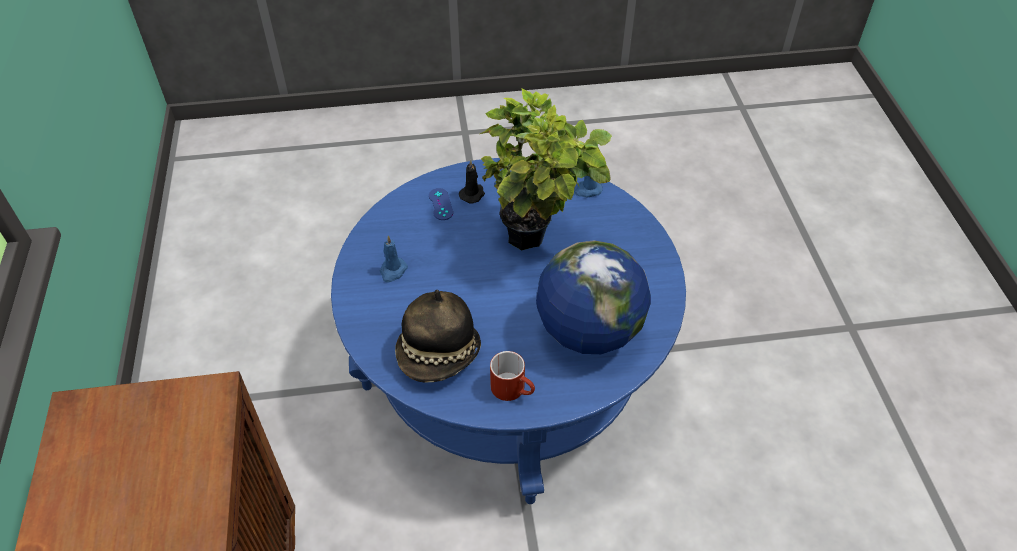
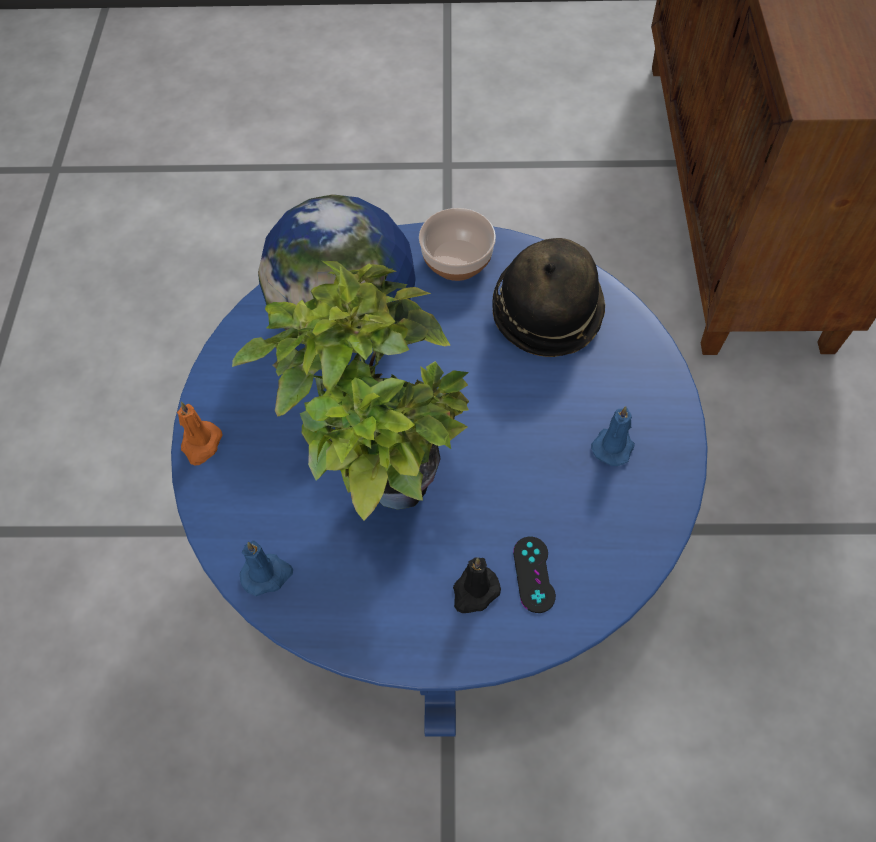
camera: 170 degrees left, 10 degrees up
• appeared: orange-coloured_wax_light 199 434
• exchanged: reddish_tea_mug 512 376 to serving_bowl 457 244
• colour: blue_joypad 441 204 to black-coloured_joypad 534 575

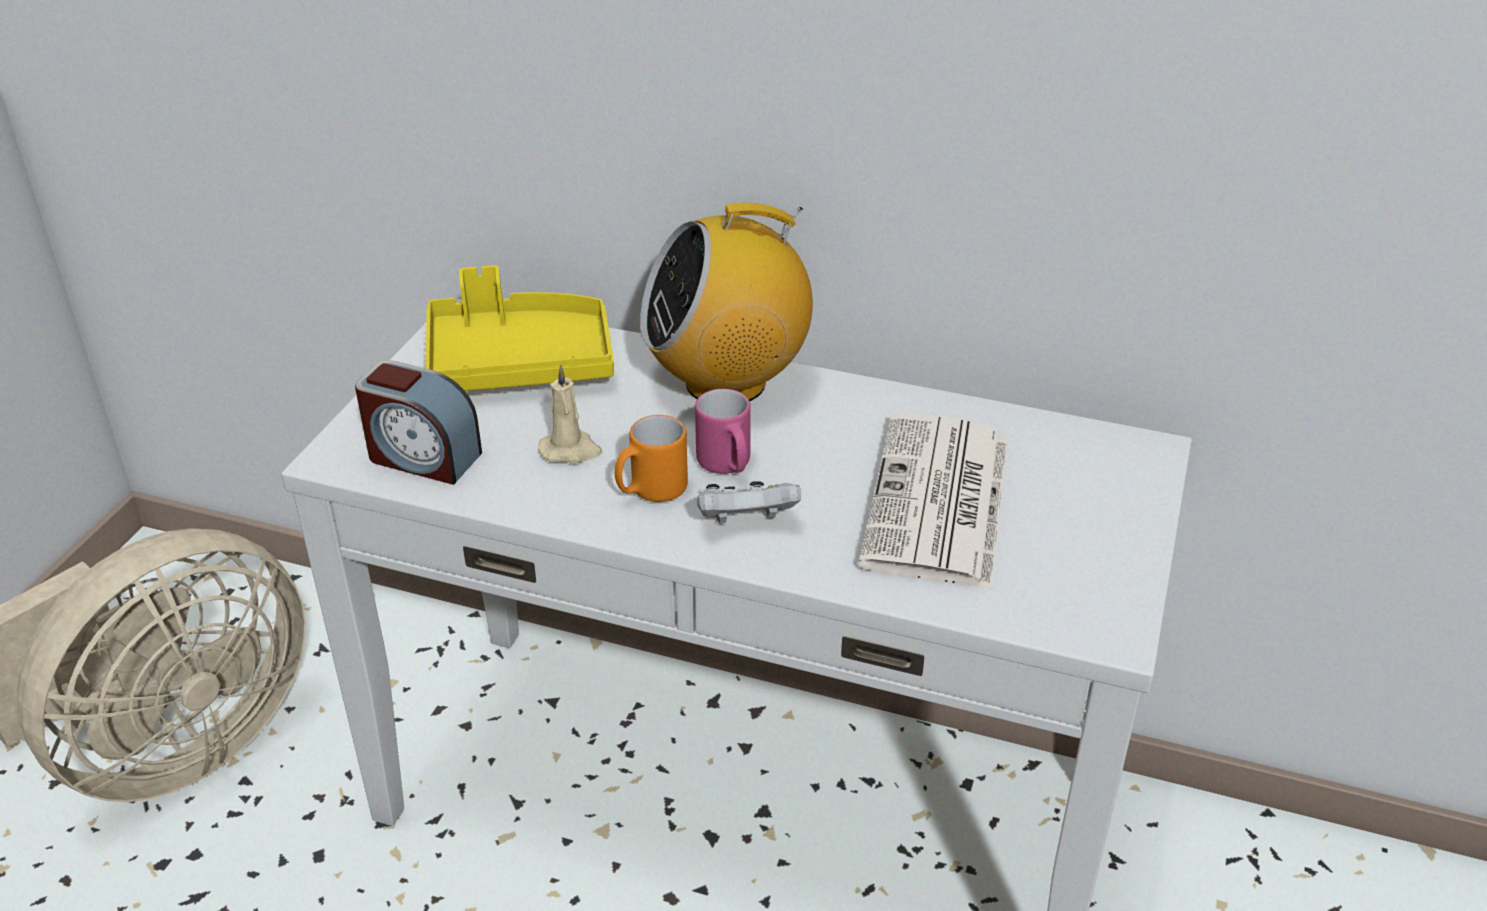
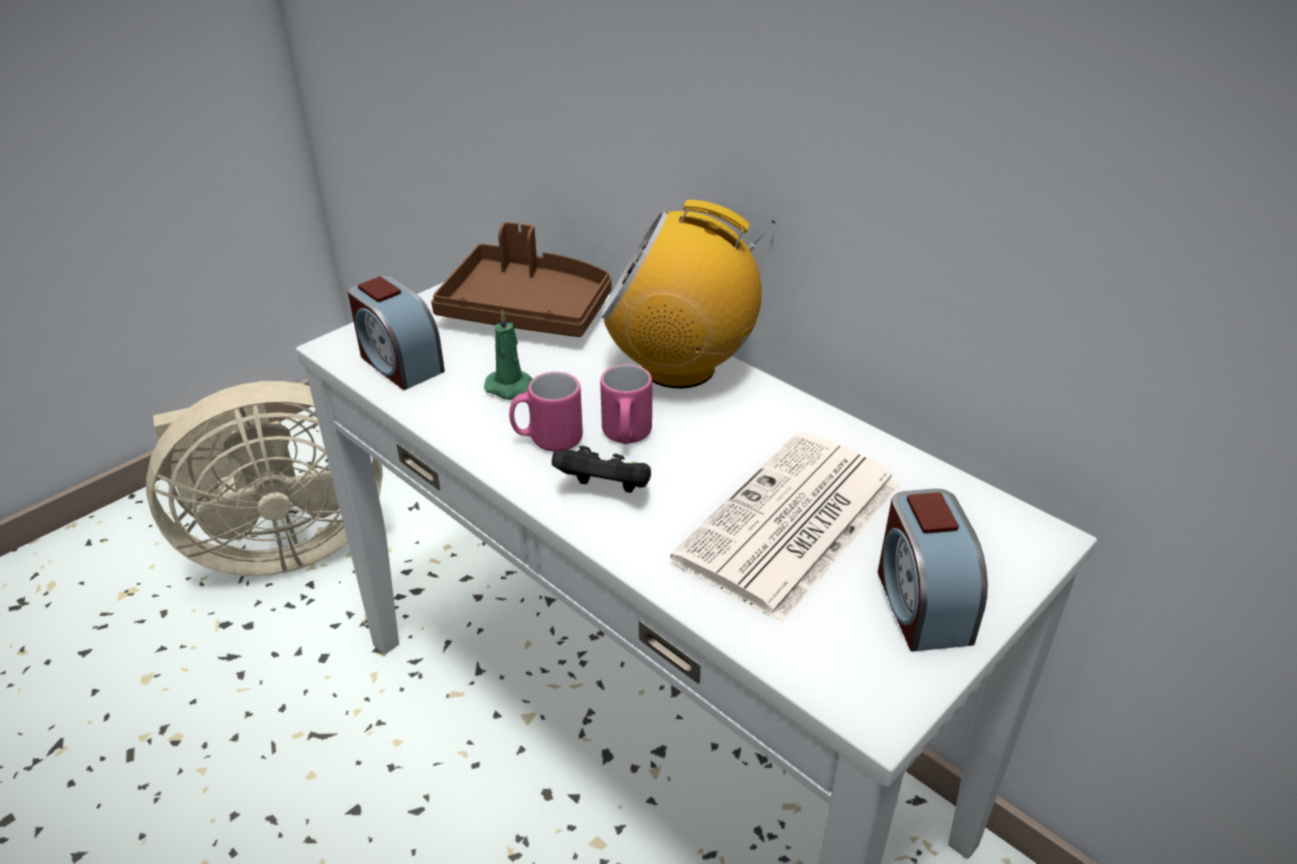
camera: 25 degrees right, 0 degrees up
• appeared: table_clock 933 570
• colour: yellow-coloured_serving_tray 519 328 to brownish_serving_tray 521 279
• colour: beige-coloured_wax_light 570 414 to green-coloured_wax_light 508 354
• colour: orange-coloured_tea_mug 651 458 to pinkish_tea_mug 546 412
• colour: white-coloured_joypad 749 502 to black-coloured_joypad 601 469

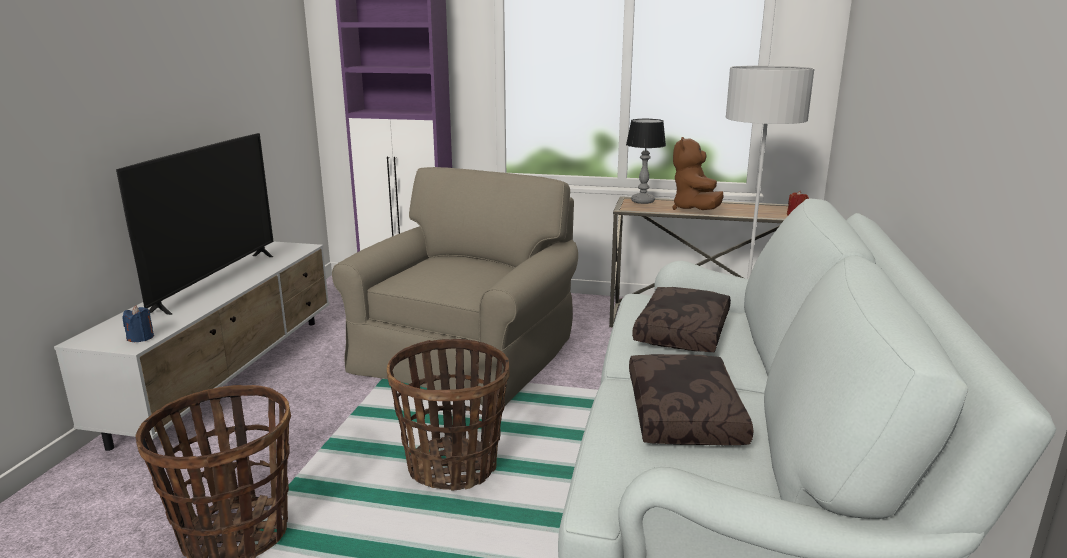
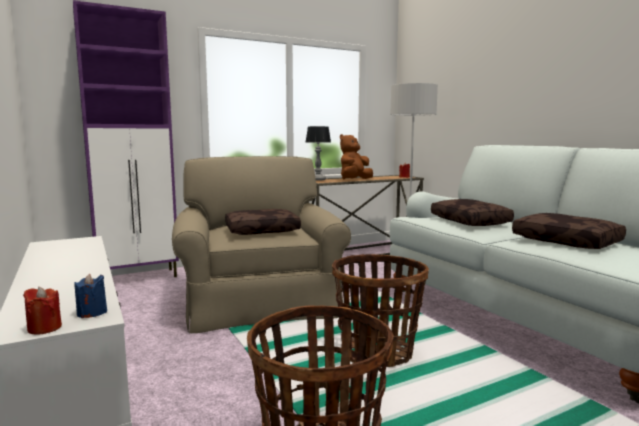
camera: 40 degrees left, 10 degrees down
• missing: TV 195 224
• appeared: reddish_wax_light 42 311
• appeared: brownish_pillow 263 222
• spun: brownish_soft_toy 698 173 = 356 156 75 degrees clockwise

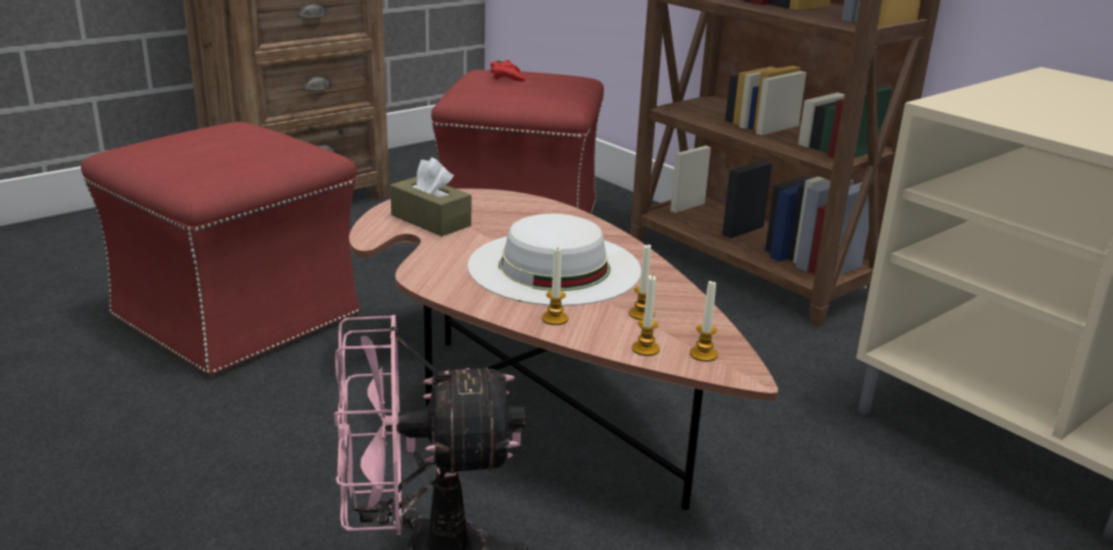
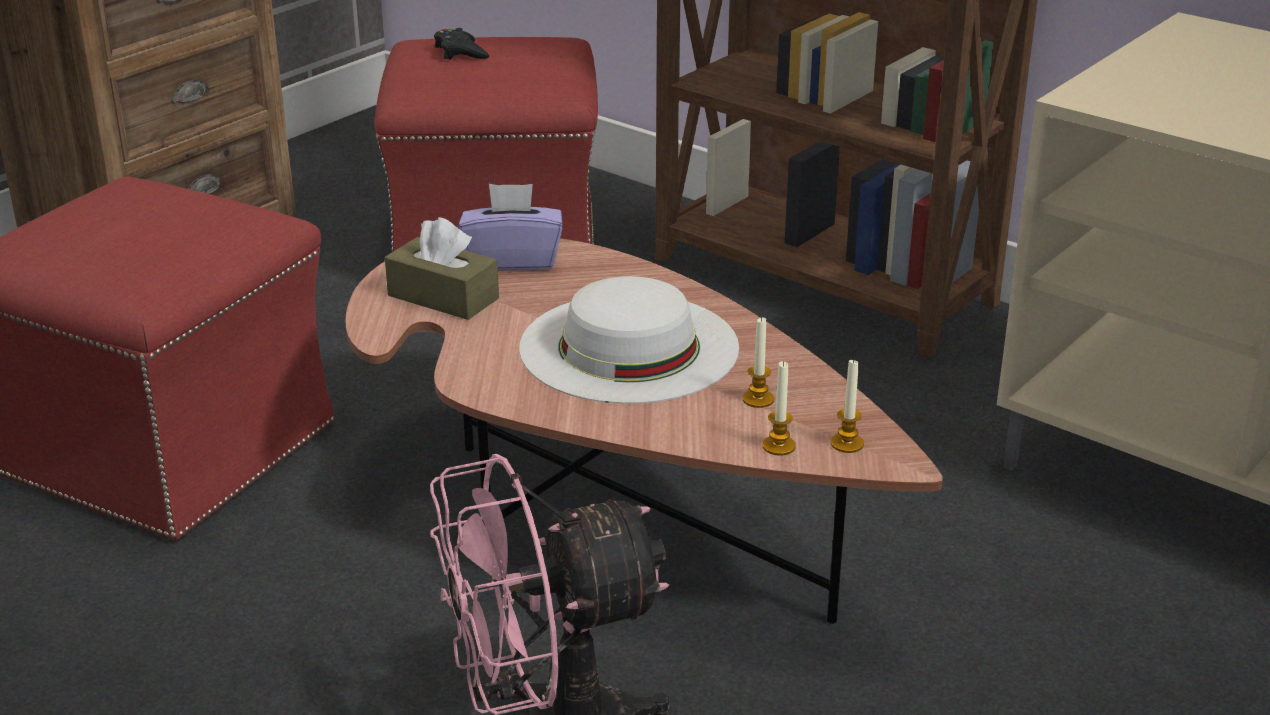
camera: 10 degrees left, 5 degrees up
• missing: wax_light 555 287
• appeared: purplish_tissue_box 510 227
• colour: reddish_joypad 507 71 to black-coloured_joypad 461 44

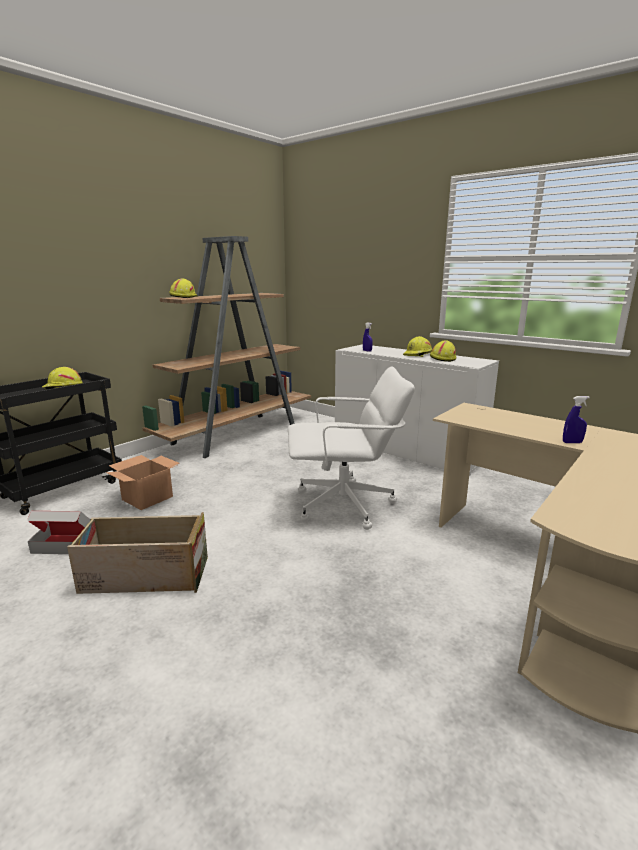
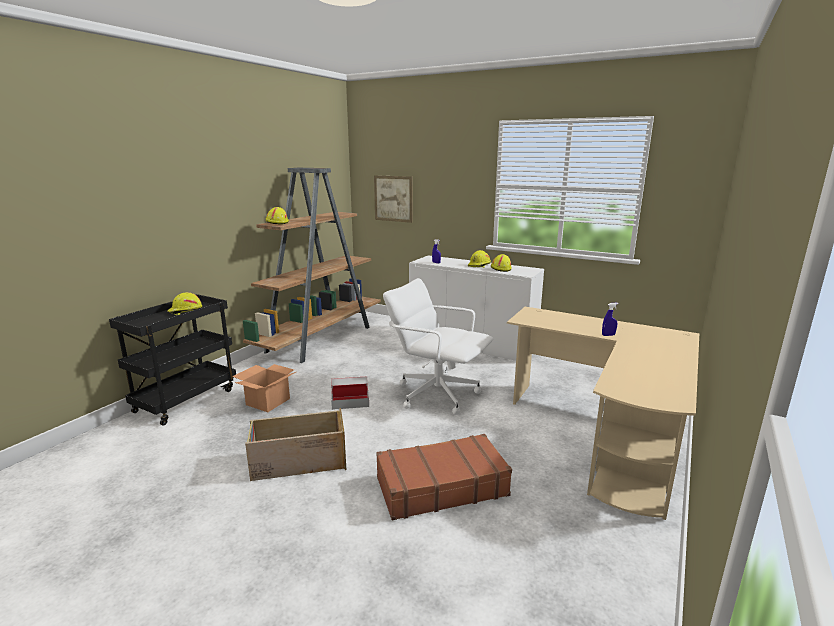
camera: 10 degrees left, 0 degrees up
• appeared: wall_picture 393 199
• appeared: brownish_travel_case 444 477
• relocated: carton 59 532 to 350 393
• spun: white-coloured_computer_chair 351 448 = 438 346 135 degrees counterclockwise

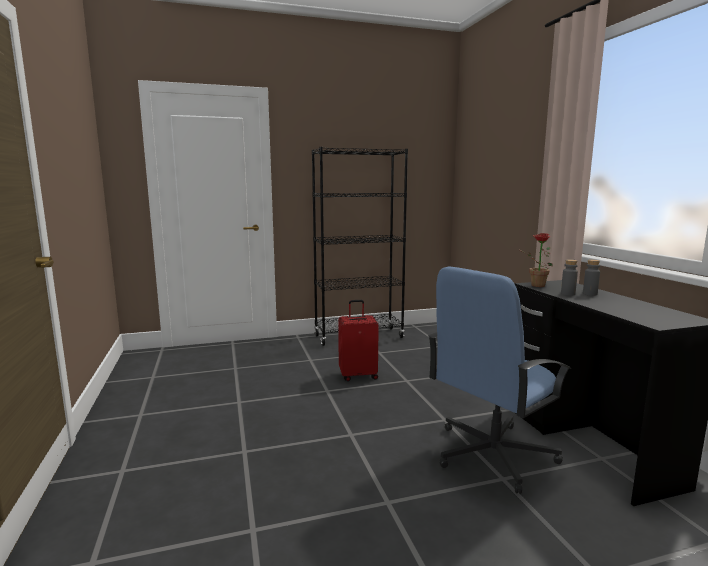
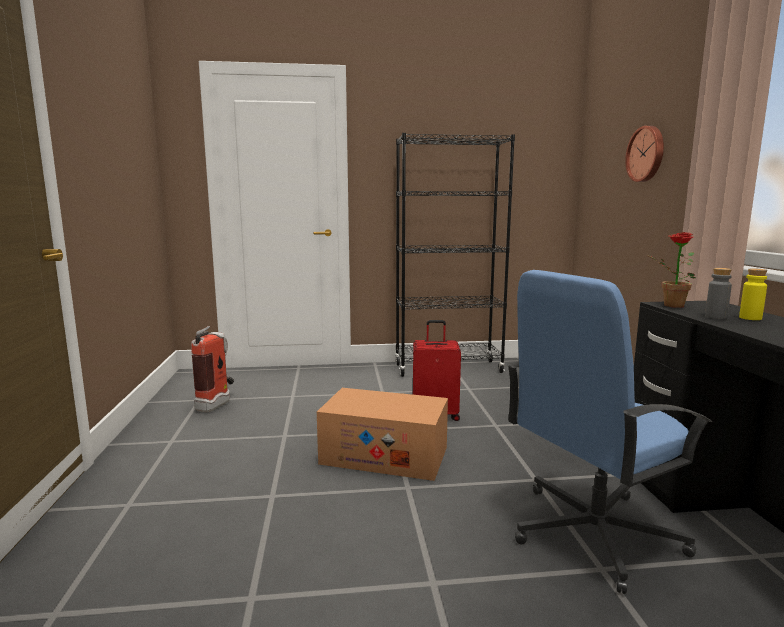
camera: 10 degrees right, 0 degrees up
• appeared: extinguisher 212 369
• appeared: carton 382 434
• appeared: clock_on_the_wall 644 154
• colour: grey_drink_bottle 591 278 to yellow-coloured_drink_bottle 753 294

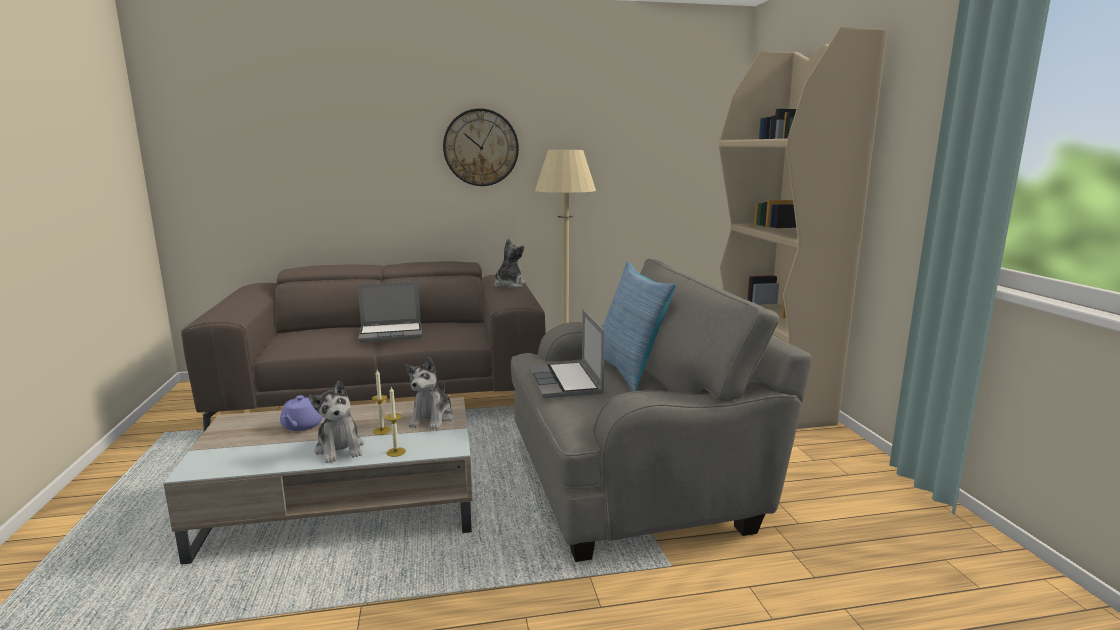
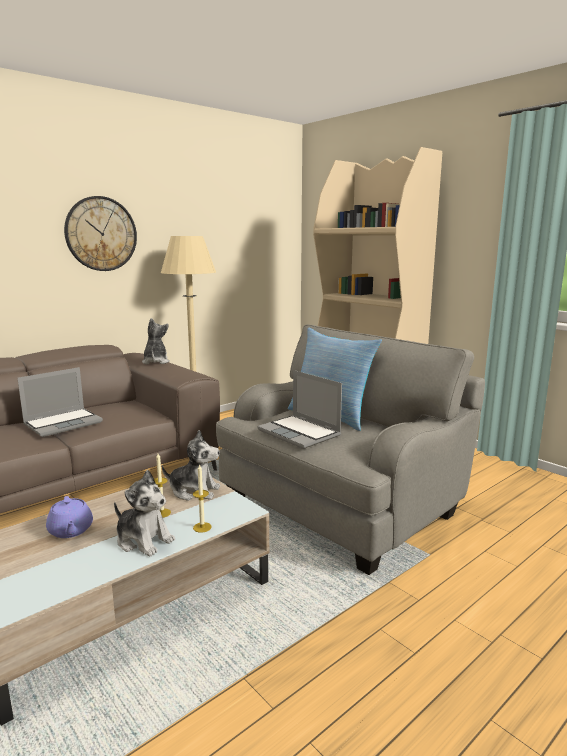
camera: 30 degrees left, 0 degrees up
• spun: soft_toy 429 393 = 190 465 60 degrees counterclockwise

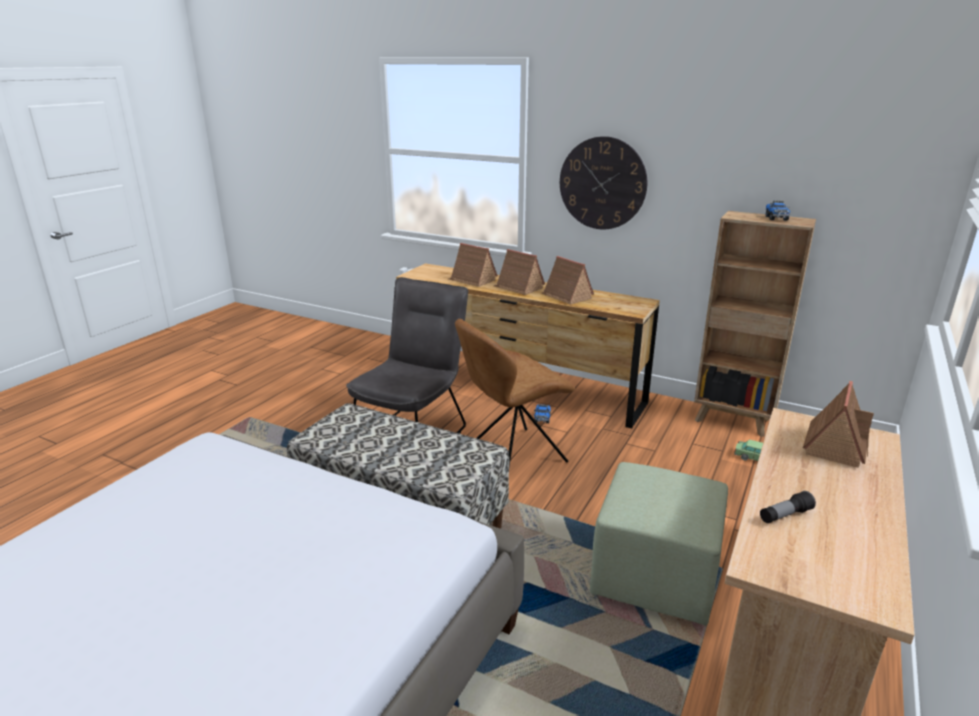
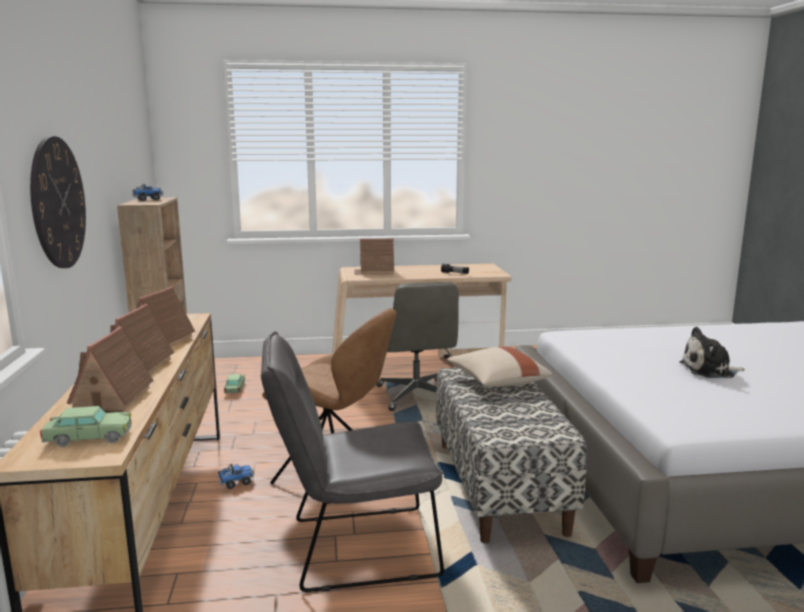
camera: 125 degrees left, 10 degrees down
• appeared: miniature_car 86 426
• appeared: beige-coloured_pillow 499 366
• appeared: soft_toy 712 352
• exchanged: green-coloured_ottoman 659 544 to grey_computer_chair 417 346

